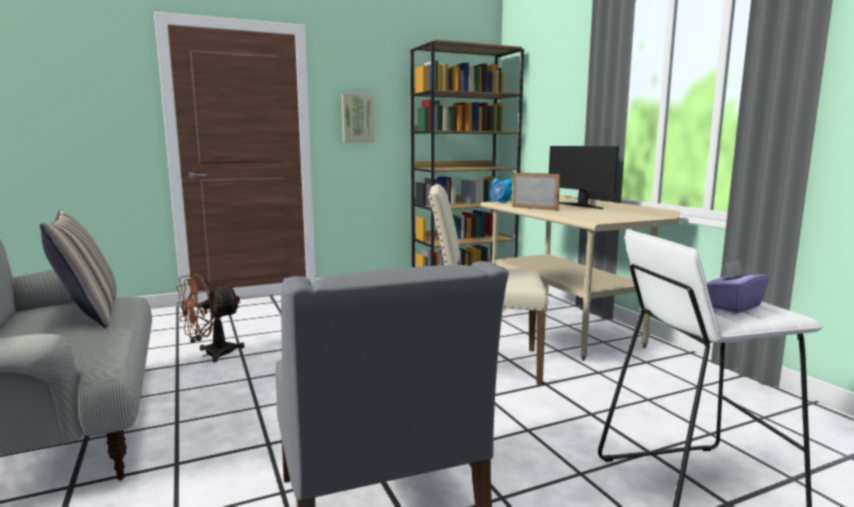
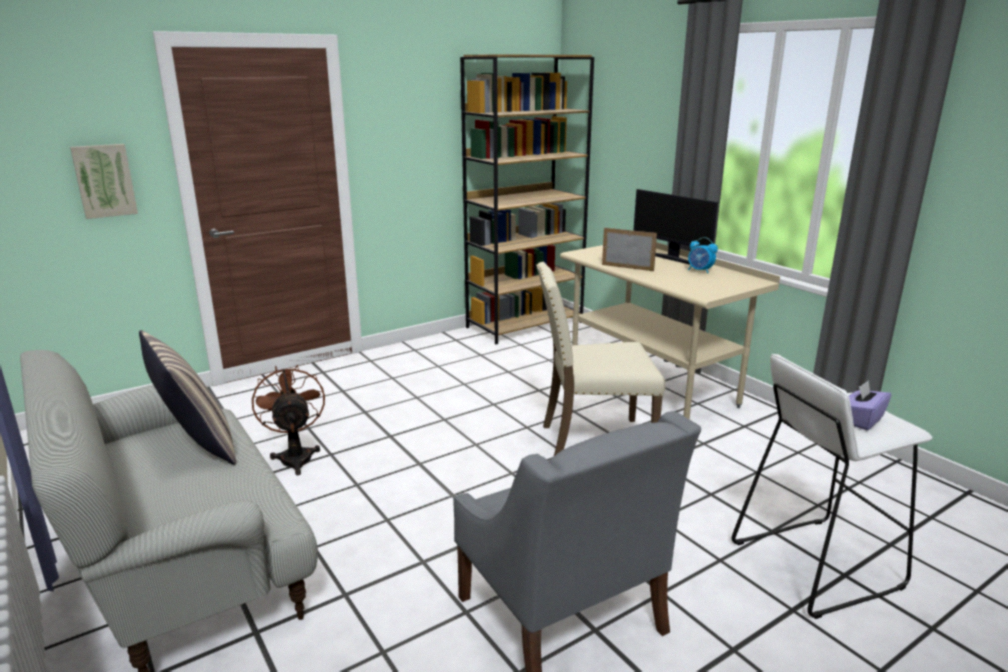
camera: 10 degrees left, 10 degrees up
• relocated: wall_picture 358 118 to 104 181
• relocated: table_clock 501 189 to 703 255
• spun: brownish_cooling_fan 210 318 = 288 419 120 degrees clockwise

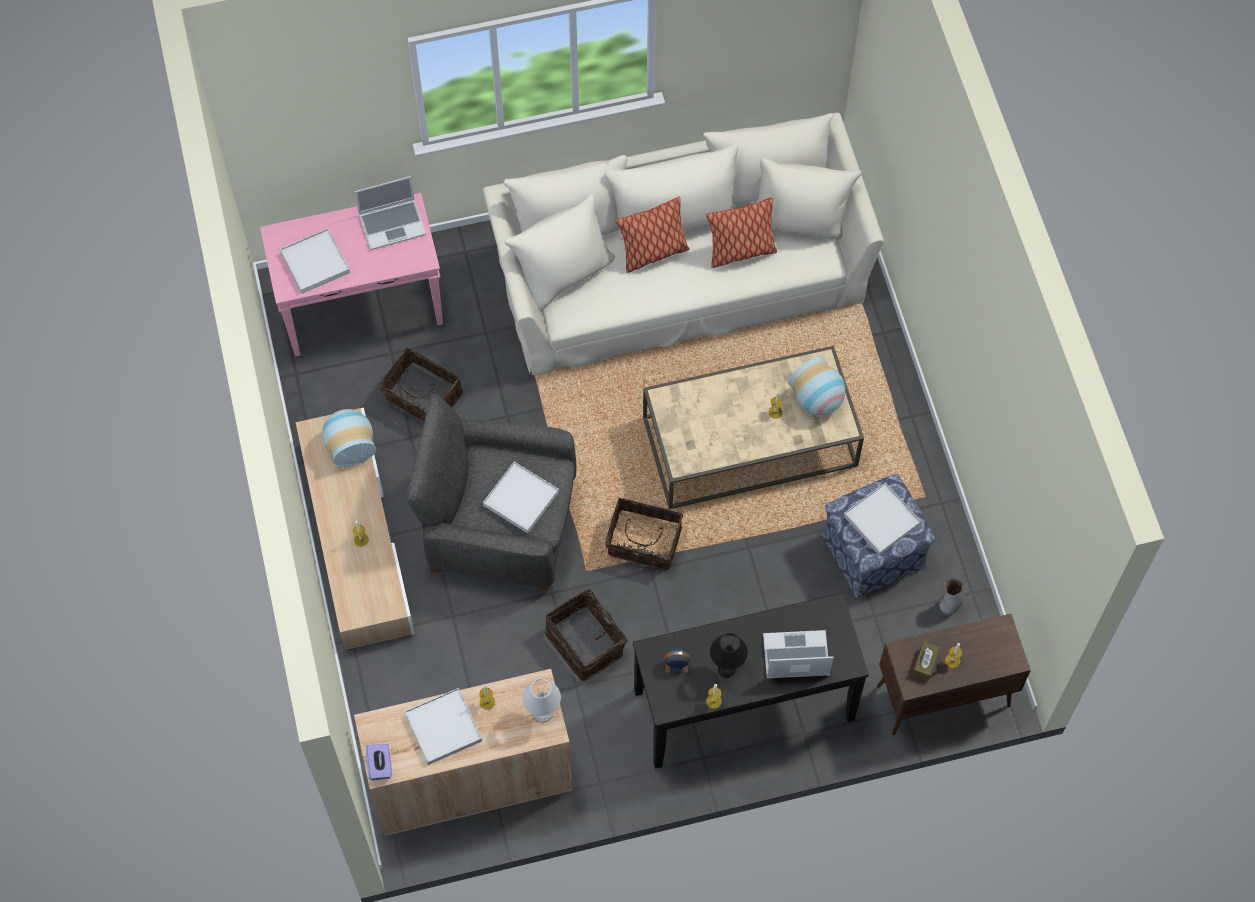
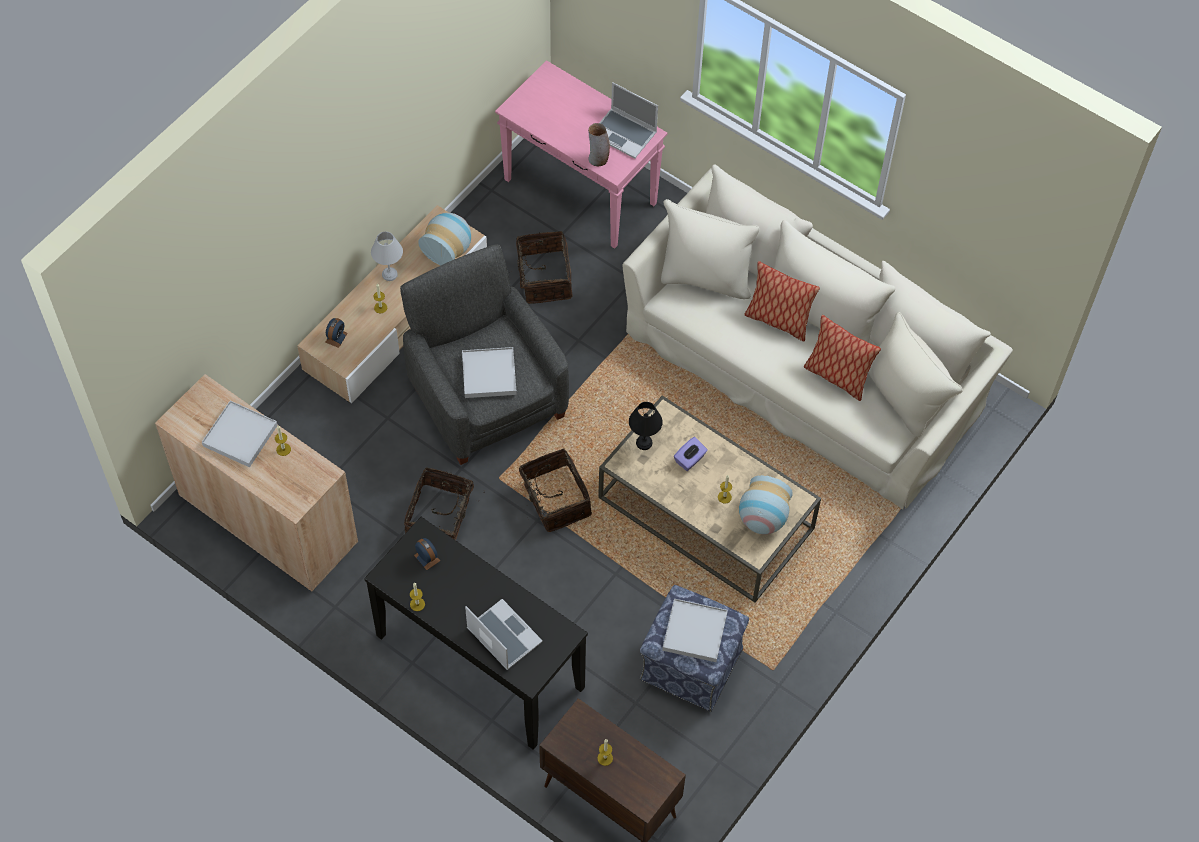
camera: 50 degrees right, 5 degrees down
• missing: white-coloured_serving_tray 315 261
• missing: brownish_tissue_box 926 661
• appeared: table_clock 336 333
• relocated: purplish_tissue_box 379 762 to 691 454
• relocated: white-coloured_lamp_for_a_table 542 700 to 387 256
• relocated: black-coloured_lamp_for_a_table 729 655 to 646 426
• relocated: decorative_vase 952 596 to 599 144

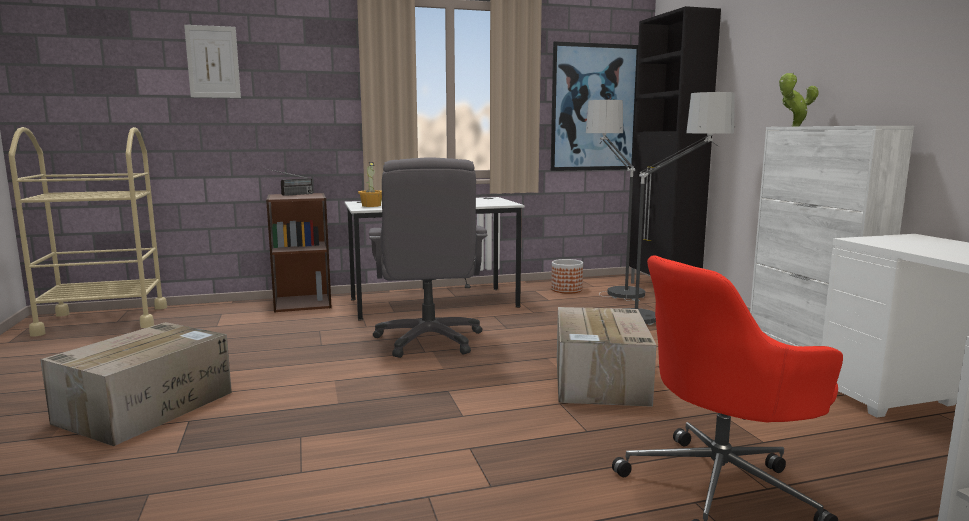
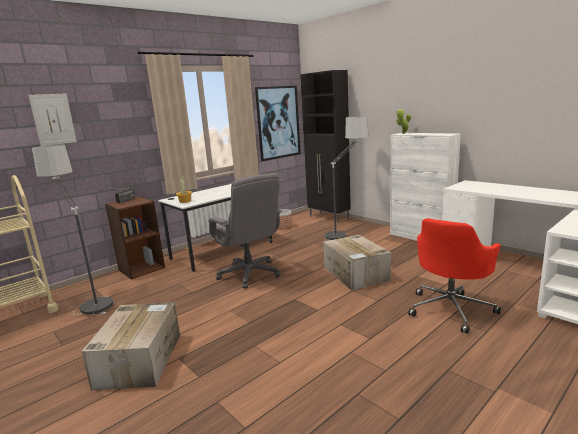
camera: 25 degrees left, 5 degrees up
• relocated: floor_lamp 615 200 to 72 230

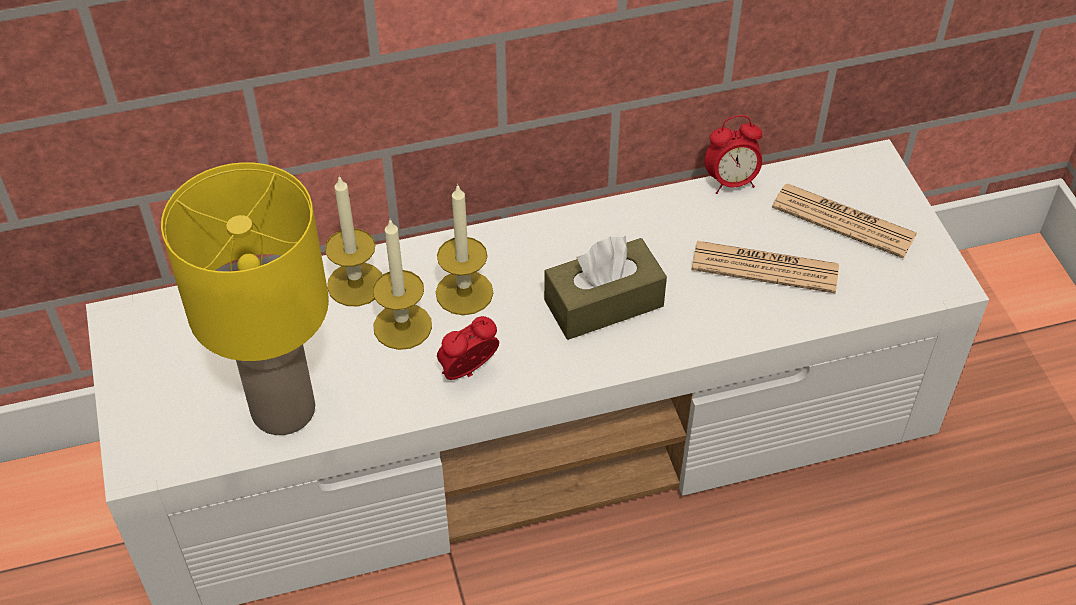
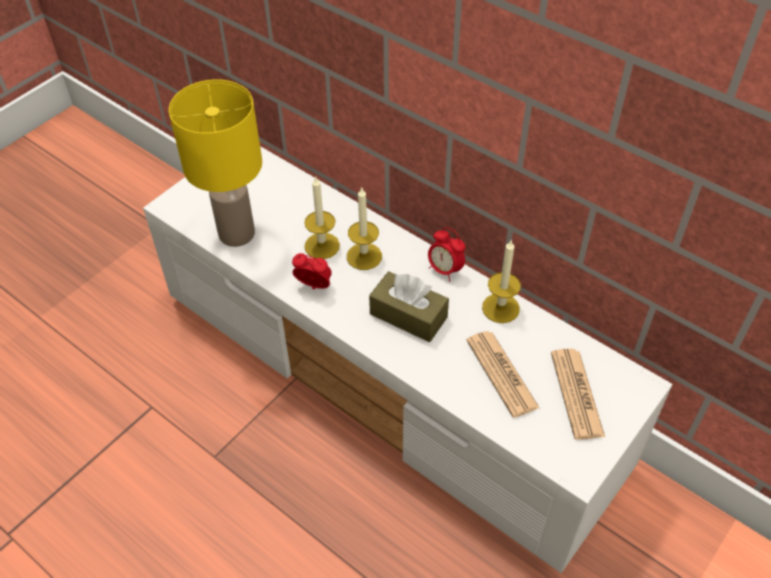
camera: 55 degrees right, 0 degrees up
• relocated: wax_light 353 240 to 501 281
• relocated: table_clock 733 154 to 446 254

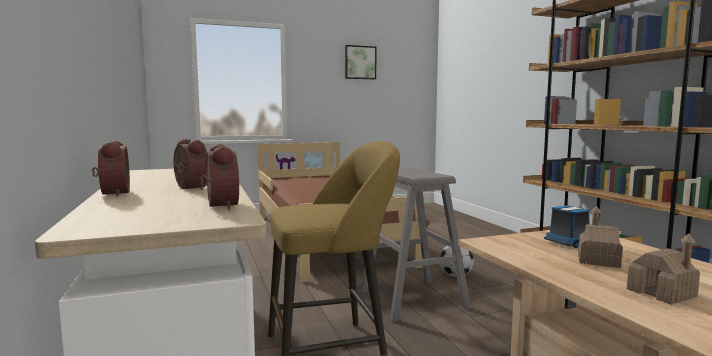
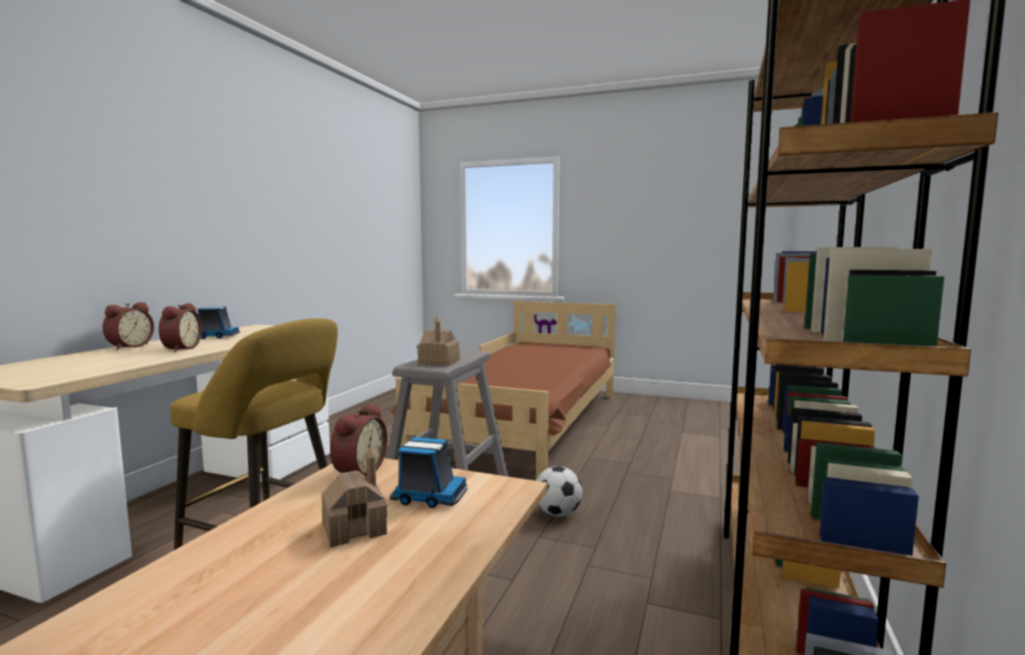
camera: 40 degrees right, 0 degrees up
• missing: wall_picture 360 62
• appeared: toy_lorry 218 323
• relocated: table_clock 219 176 to 358 439
• relocated: miniature_house 663 269 to 438 341

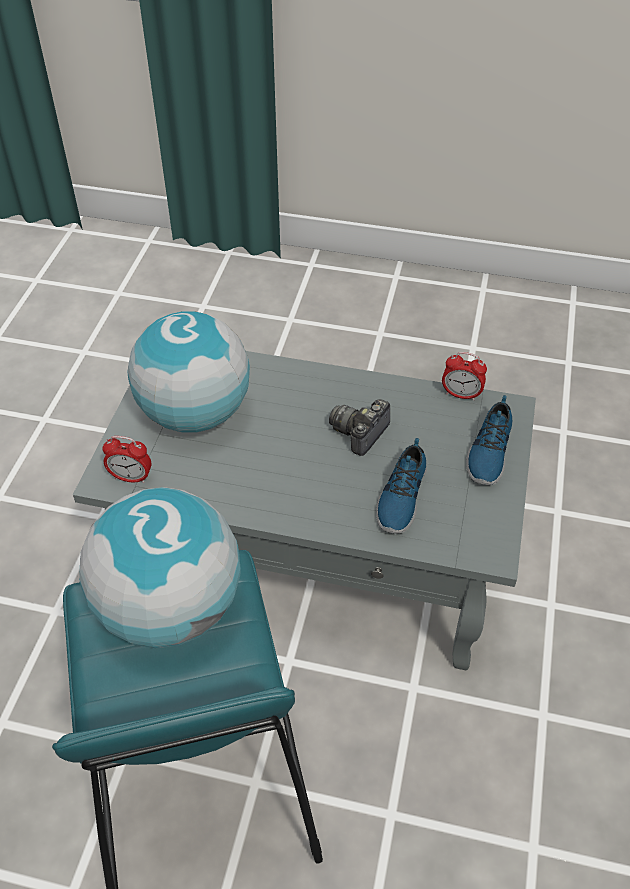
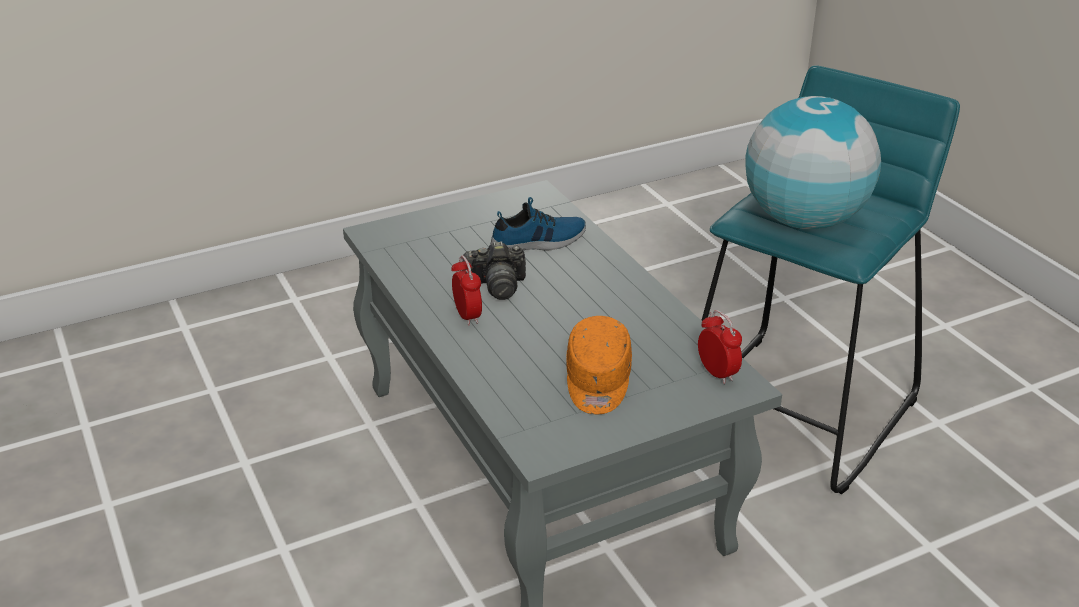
camera: 130 degrees left, 15 degrees down
• missing: low_shoe 489 440
• relocated: table_clock 464 376 to 466 290
• exchanged: globe 189 372 to orange-coloured_cap 599 365

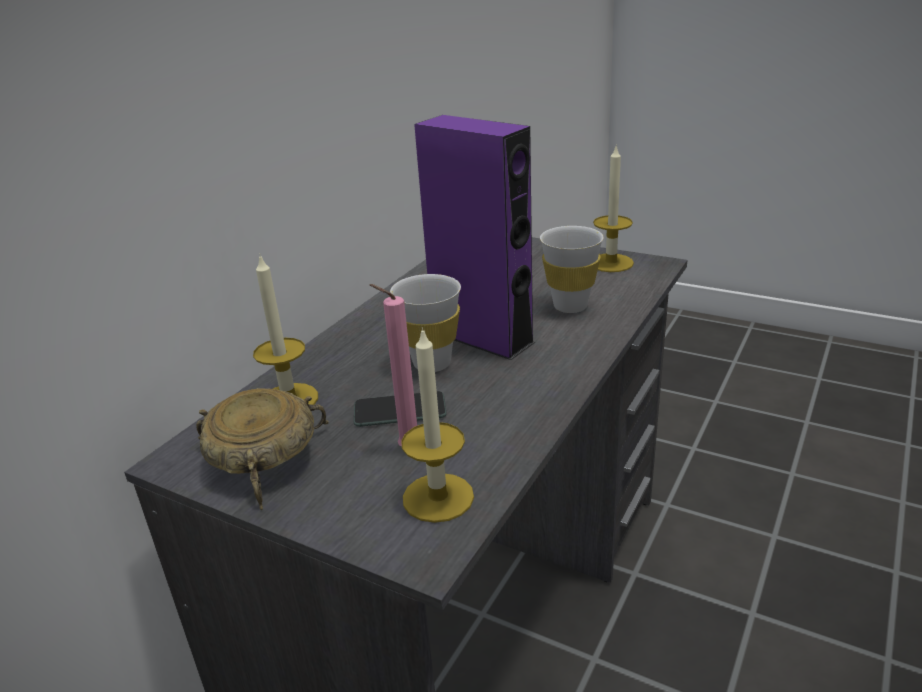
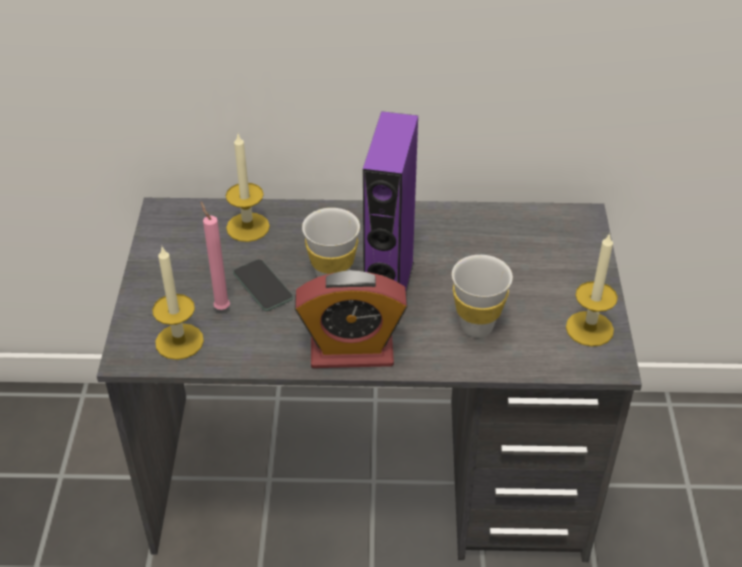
camera: 60 degrees right, 15 degrees up
• missing: beige-coloured_serving_bowl 262 449
• appeared: table_clock 351 319

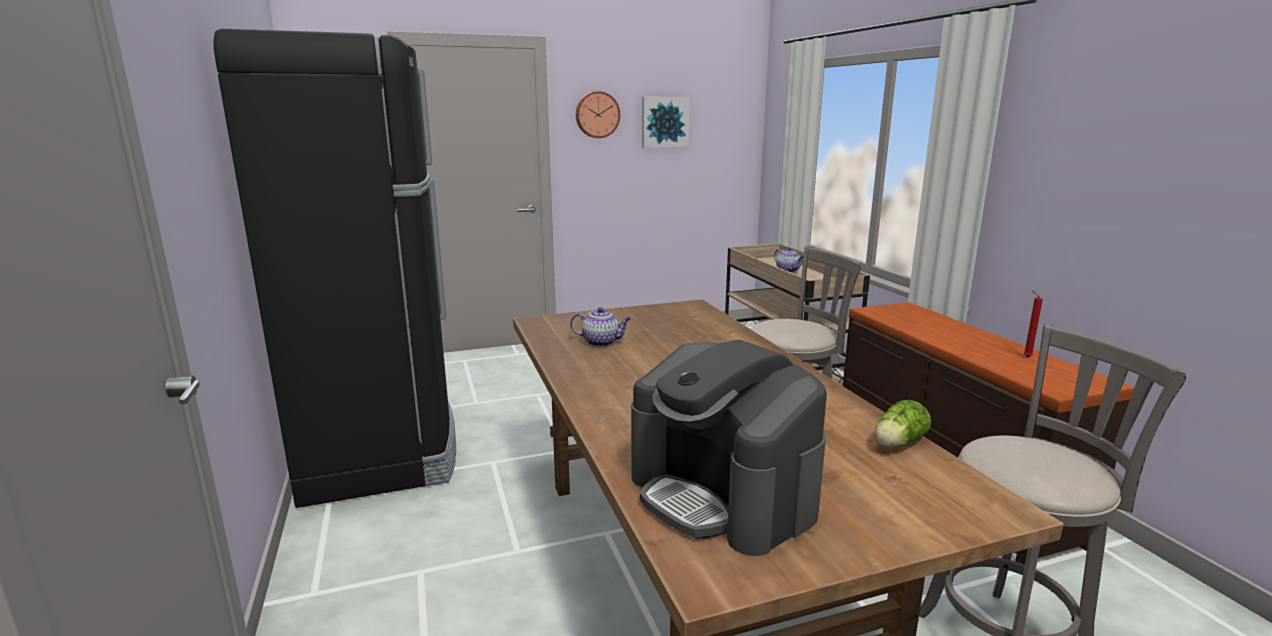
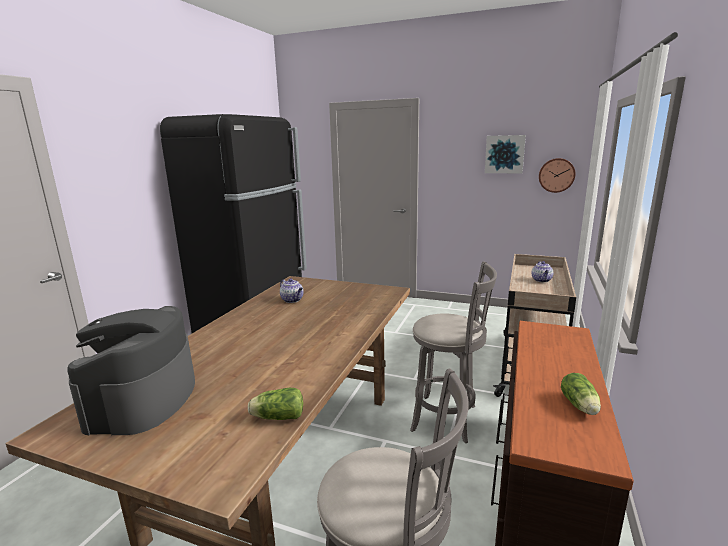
camera: 40 degrees right, 0 degrees up
• relocated: clock_on_the_wall 598 114 to 557 175
• exchanged: reddish_wax_light 1033 323 to lettuce 581 394

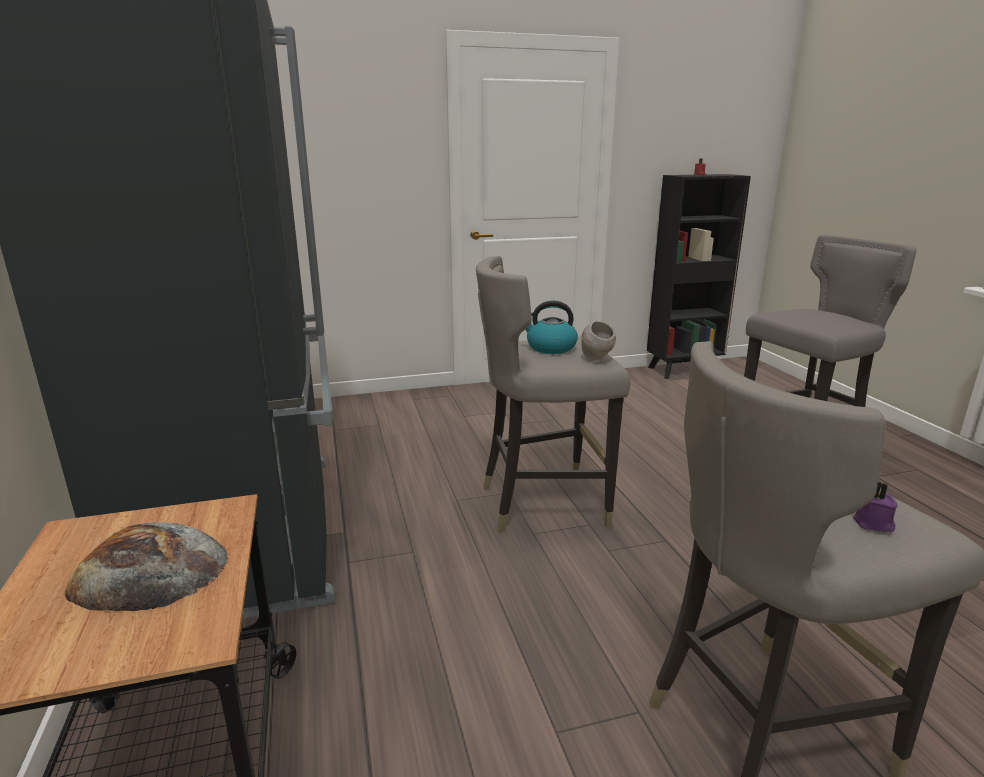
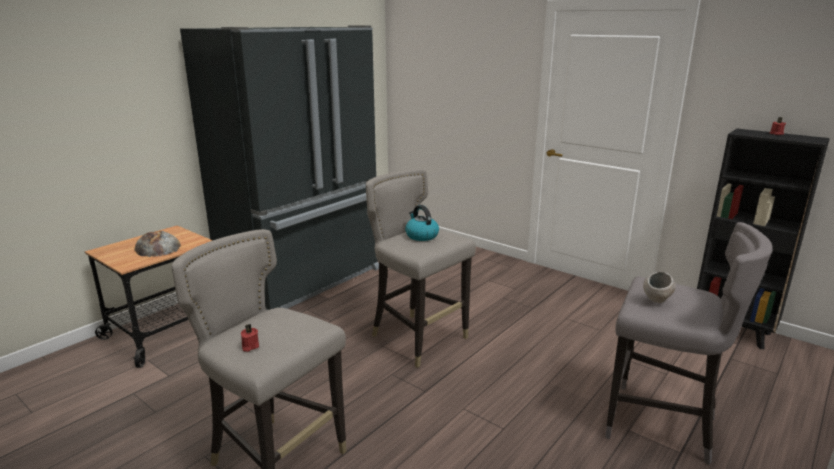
camera: 55 degrees right, 0 degrees up
• relocated: grey_serving_bowl 598 340 to 659 287
• colour: purplish_wax_light 875 507 to reddish_wax_light 250 338

